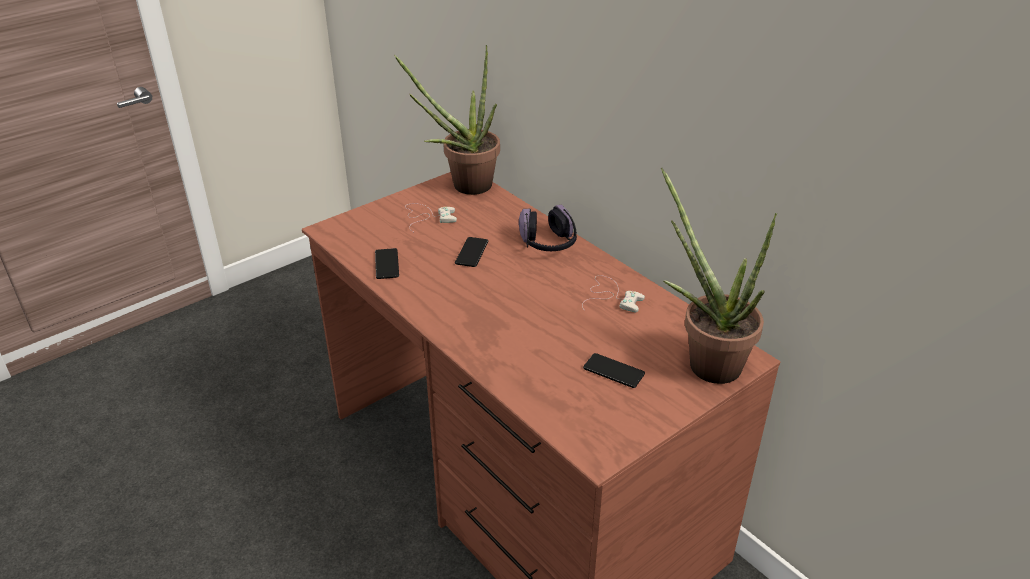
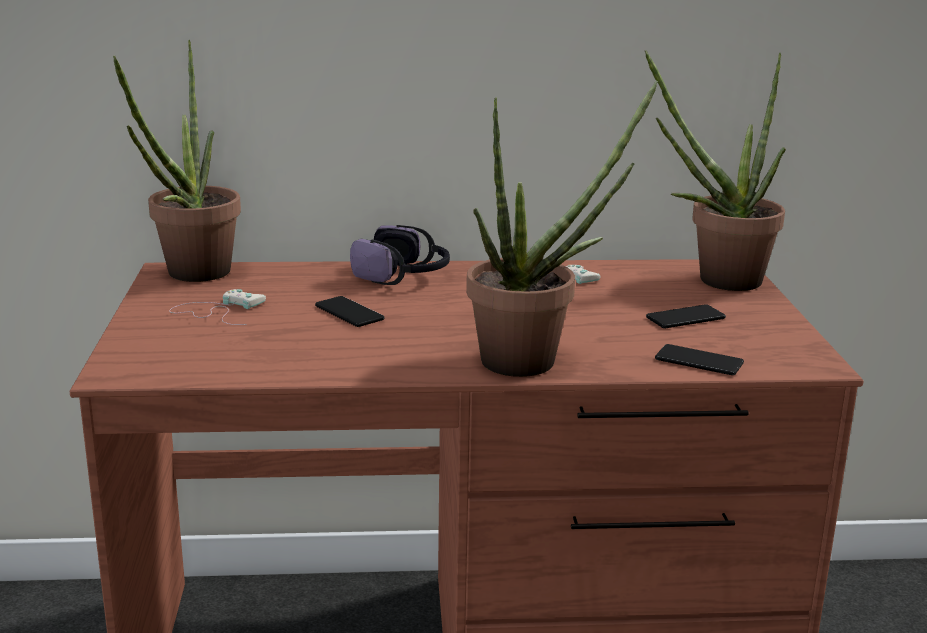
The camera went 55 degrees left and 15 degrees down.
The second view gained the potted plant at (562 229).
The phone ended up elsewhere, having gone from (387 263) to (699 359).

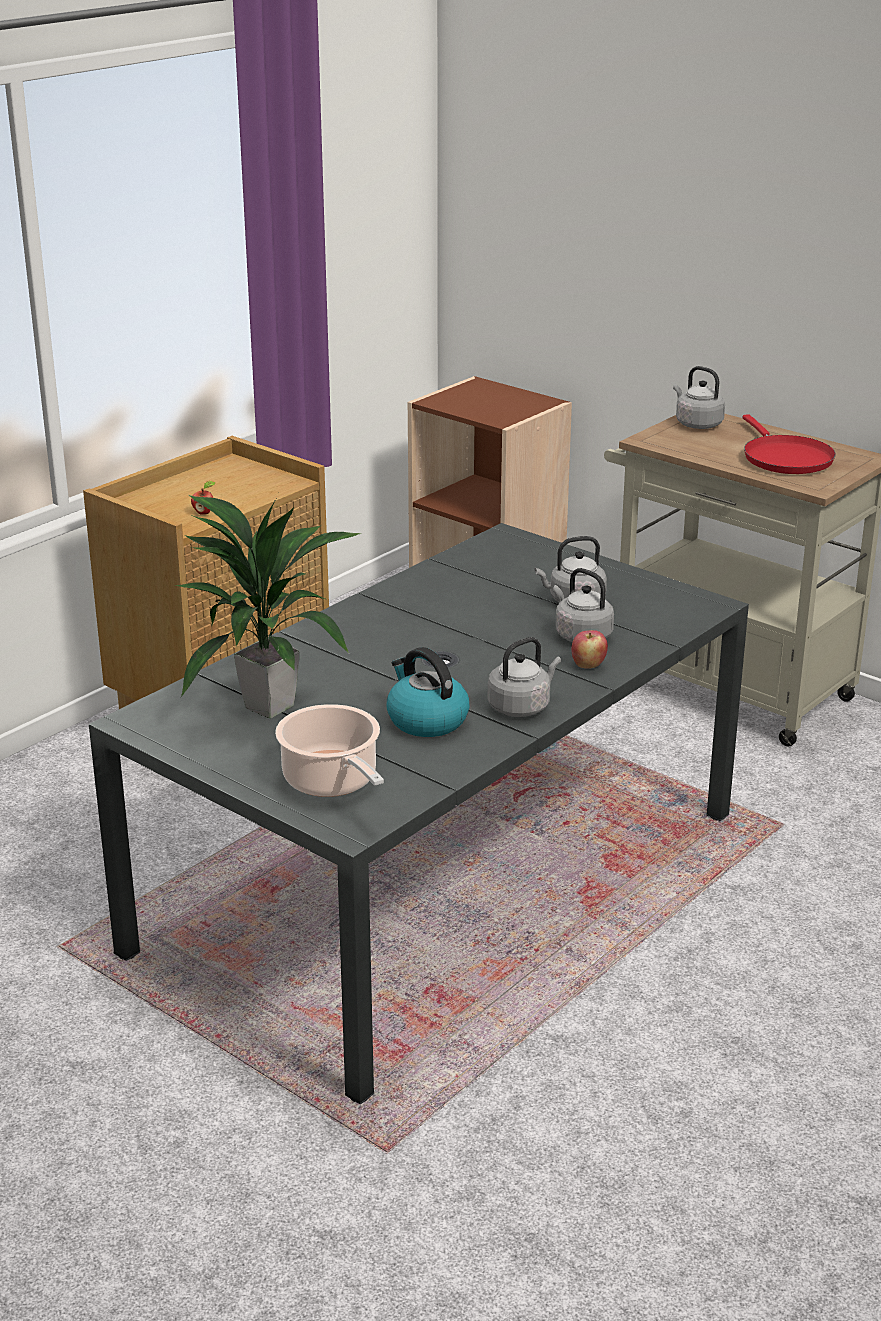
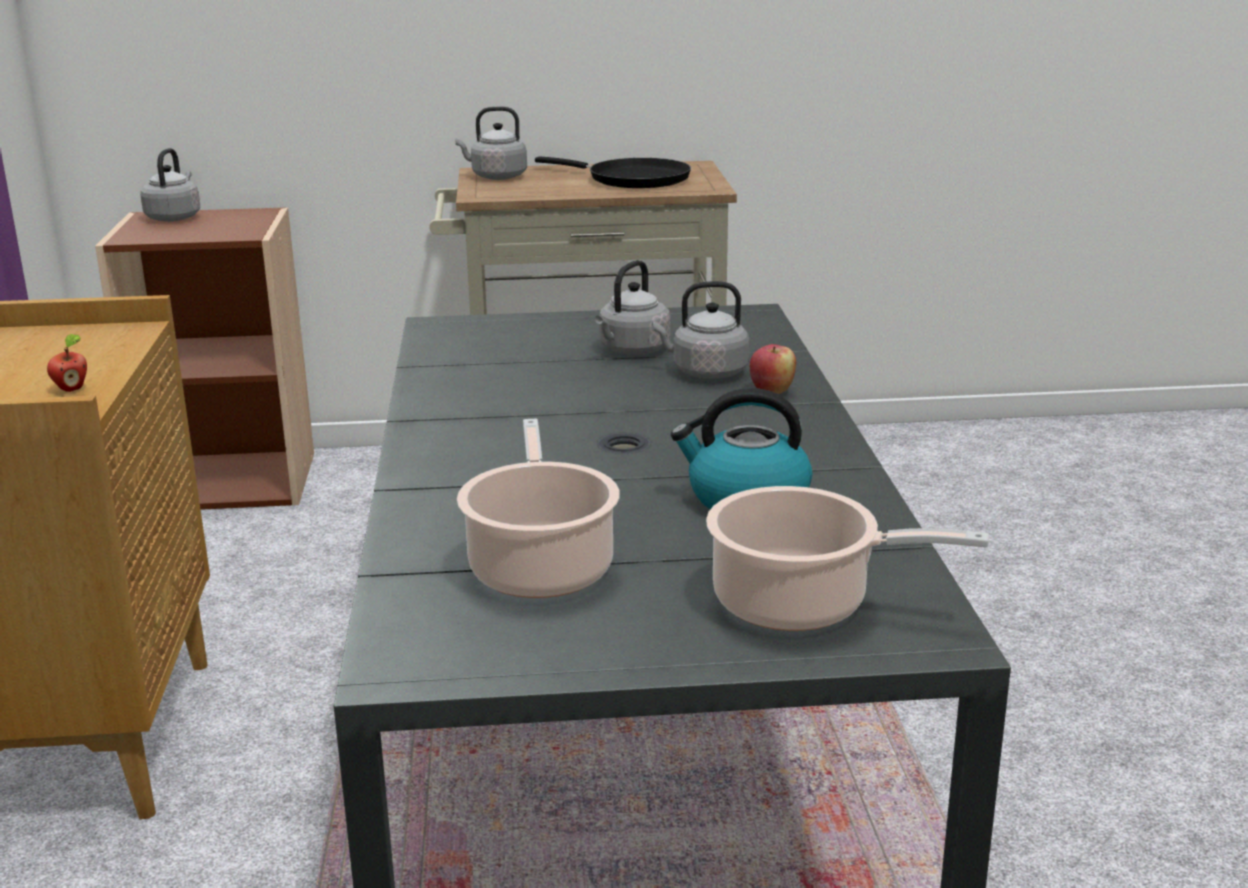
The camera went 45 degrees left and 5 degrees down.
The kettle (grey) ended up elsewhere, having gone from (524 677) to (170 185).
Where the potted plant stood at (268 606), the cooking pot came to stand at (538 508).
What was the frying pan (red) at (789 444) turned into the frying pan (black) at (613 172).

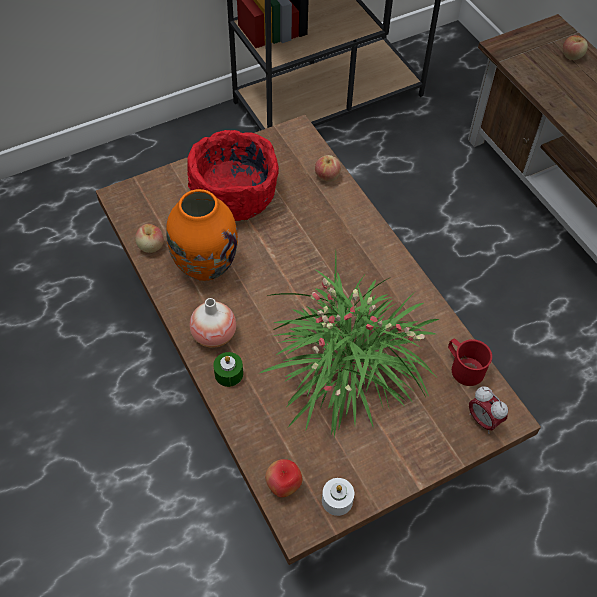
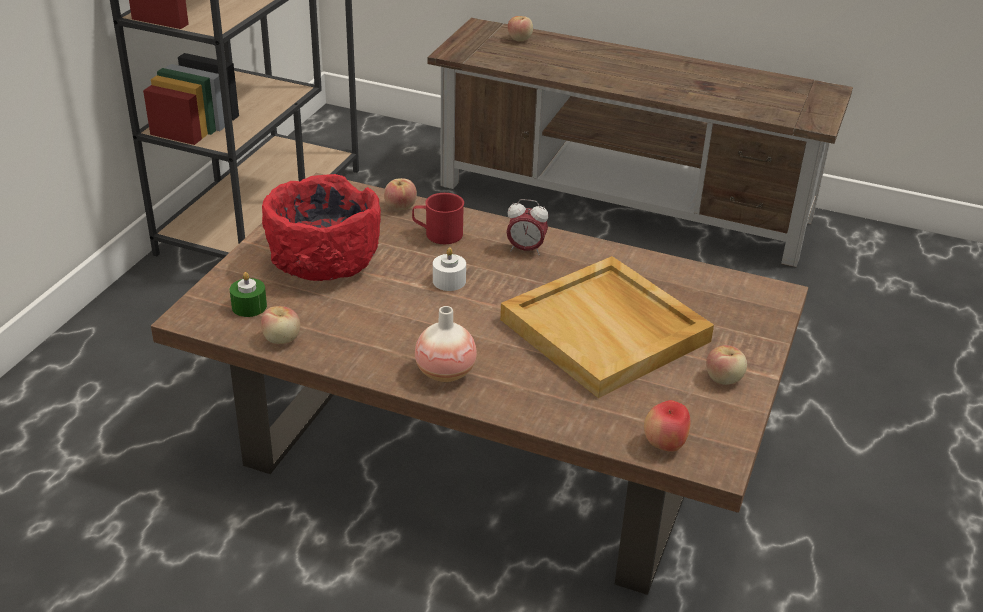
The camera went 40 degrees left and 20 degrees down.
The second view lost the vase (orange) at (202 235).
The second view gained the apple at (726 365).
The candle (green) ended up elsewhere, having gone from (228 369) to (248 294).
The candle (white) ended up elsewhere, having gone from (338 497) to (449 269).
The mug (red) ended up elsewhere, having gone from (470 362) to (438 218).
The alarm clock ended up elsewhere, having gone from (488 410) to (527 227).
Where the potted plant stood at (348 344), the tray (beige) came to stand at (607 327).

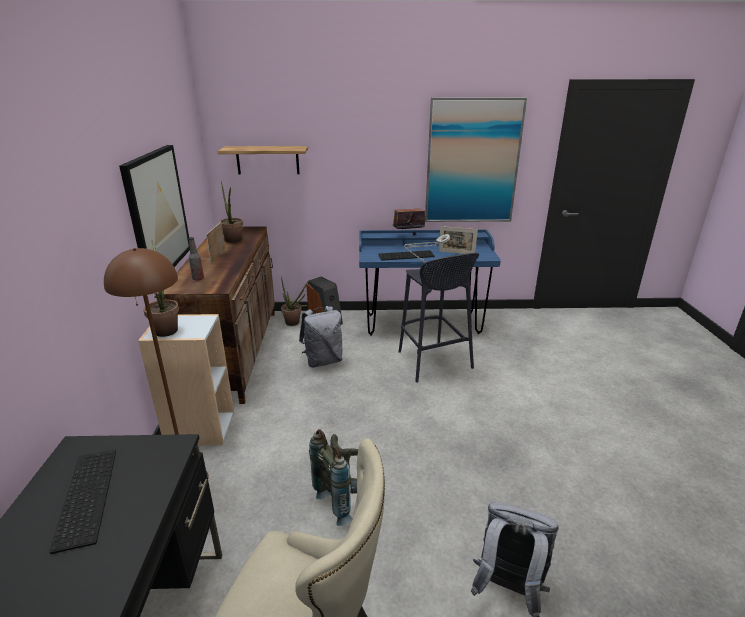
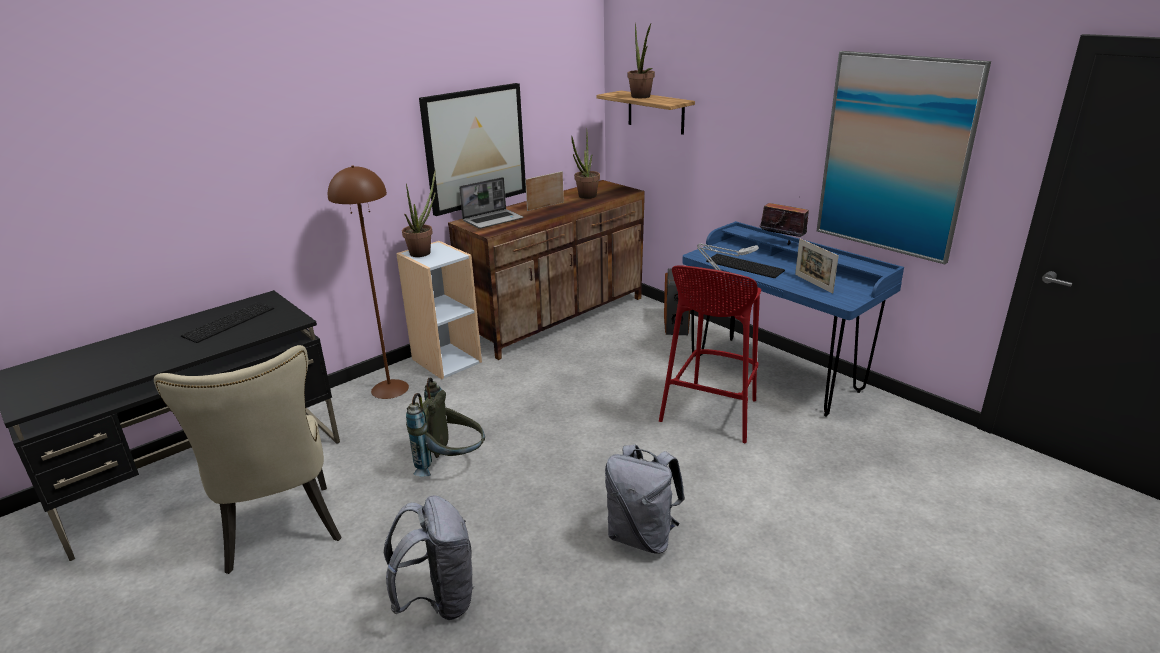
The camera went 50 degrees right and 0 degrees up.
The potted plant ended up elsewhere, having gone from (295 301) to (641 60).
The backpack (grey) ended up elsewhere, having gone from (320 337) to (645 499).
Where the bottle stood at (196 259), the laptop came to stand at (491 203).
What was the stool (grey) at (438 318) turned into the stool (red) at (710 354).

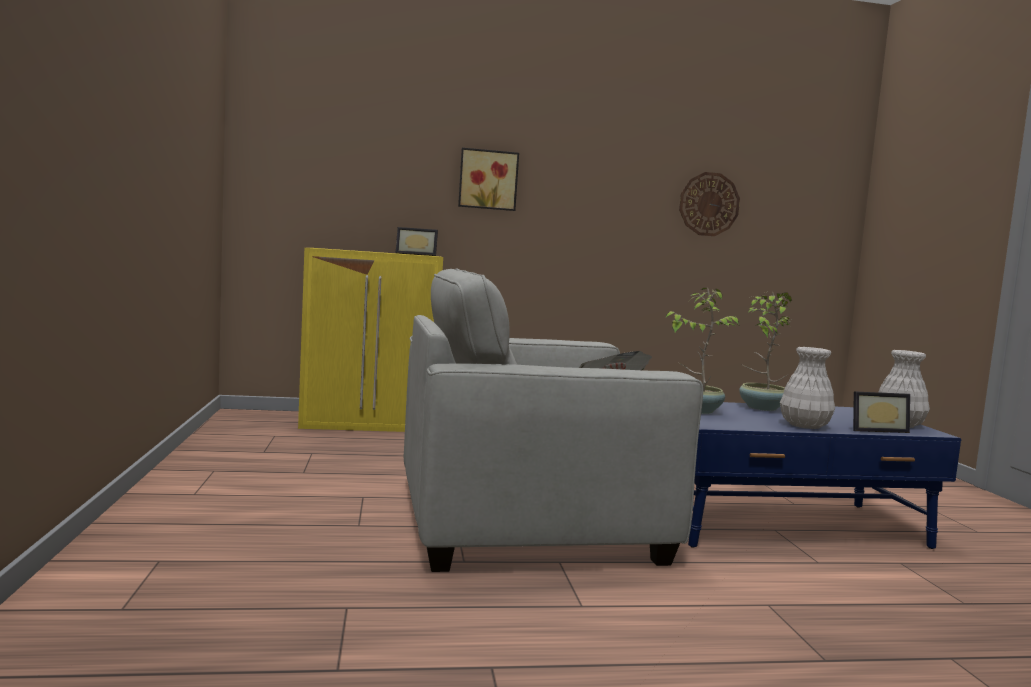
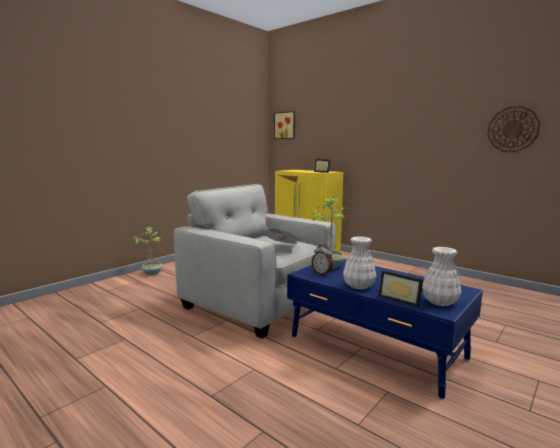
The camera went 50 degrees right and 5 degrees up.
The second view gained the alarm clock at (322 260).
The picture ended up elsewhere, having gone from (488 179) to (284 125).
The potted plant ended up elsewhere, having gone from (765 351) to (148 250).

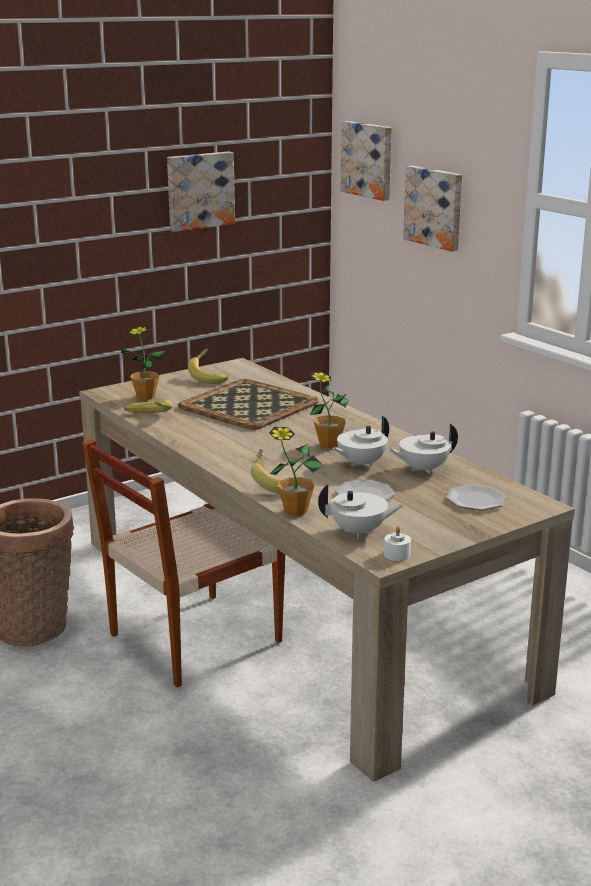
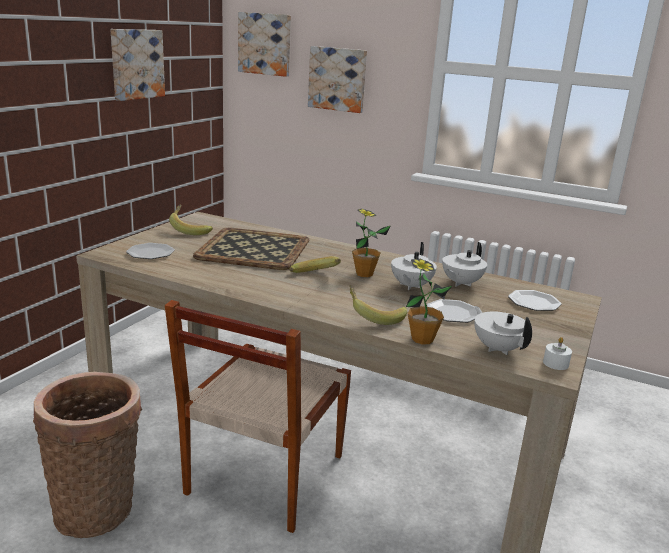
The camera went 30 degrees left and 0 degrees up.
The banana ended up elsewhere, having gone from (148 406) to (315 264).
Where the potted plant stood at (143 363), the plate came to stand at (150 251).
The teapot (white) at (361 512) ended up facing another way, 90 degrees counterclockwise from before.

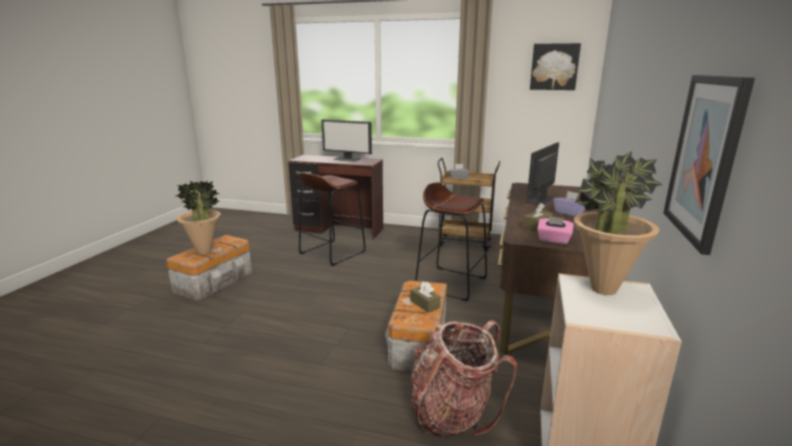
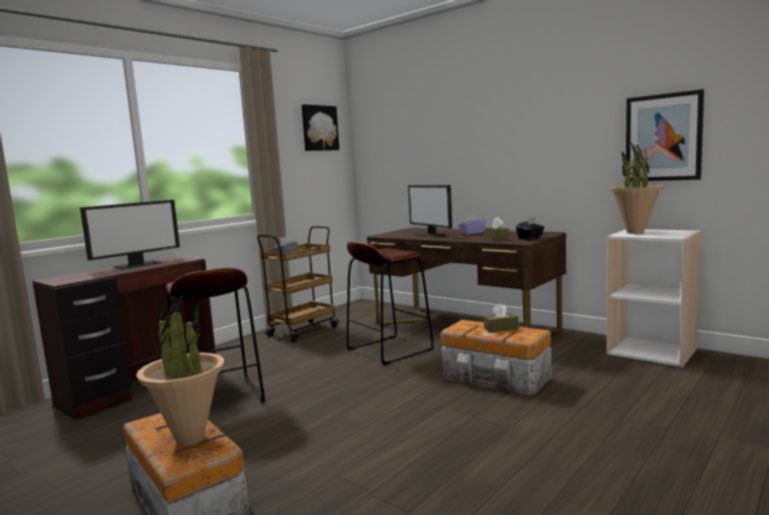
The camera went 65 degrees left and 10 degrees down.
The second view lost the backpack at (463 379).
What was the tissue box (pink) at (555 230) turned into the tissue box (black) at (530 228).

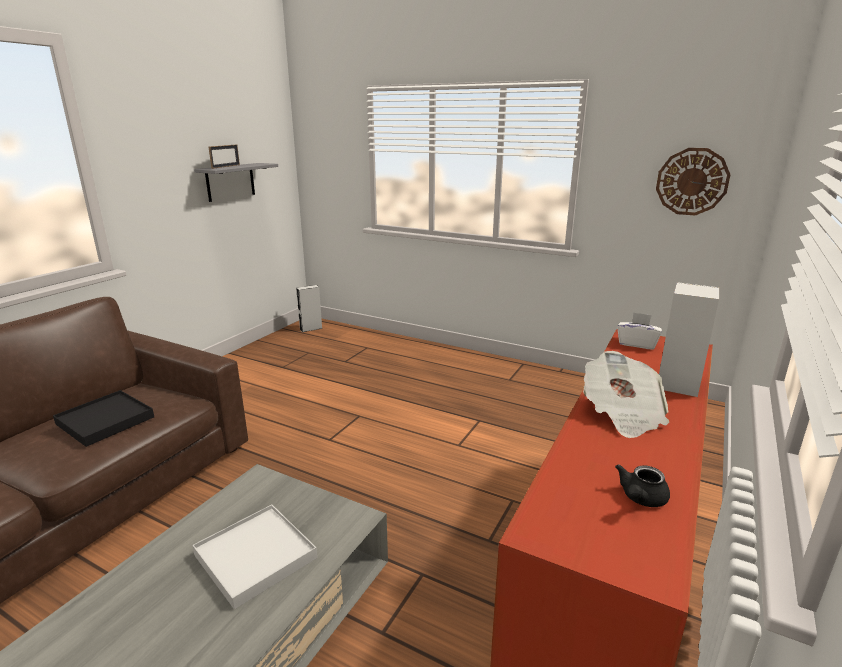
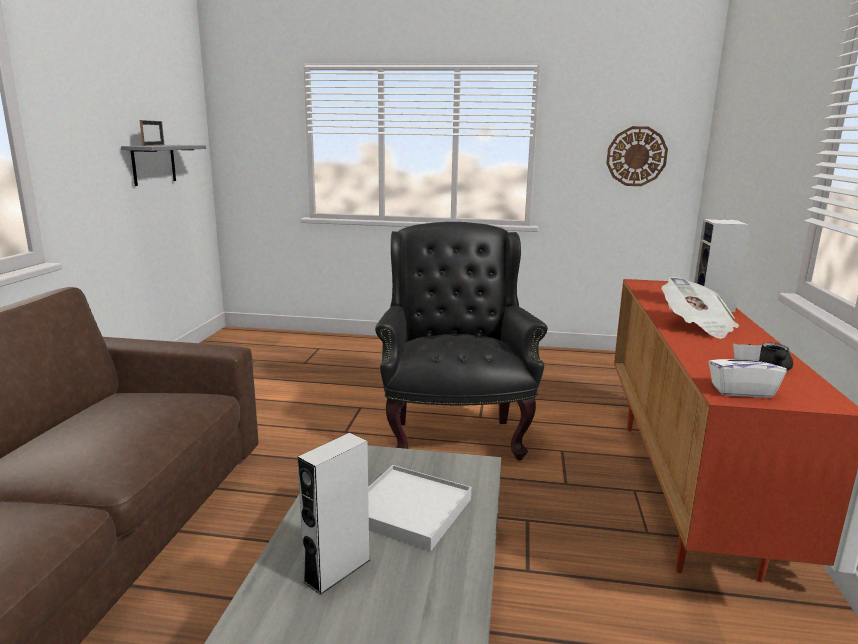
The camera went 20 degrees left and 5 degrees down.
The second view lost the tray (black) at (103 418).
The second view gained the armchair (black) at (461 341).
The speaker (grey) ended up elsewhere, having gone from (309 308) to (334 514).
The tissue box (white) ended up elsewhere, having gone from (639 331) to (747 370).

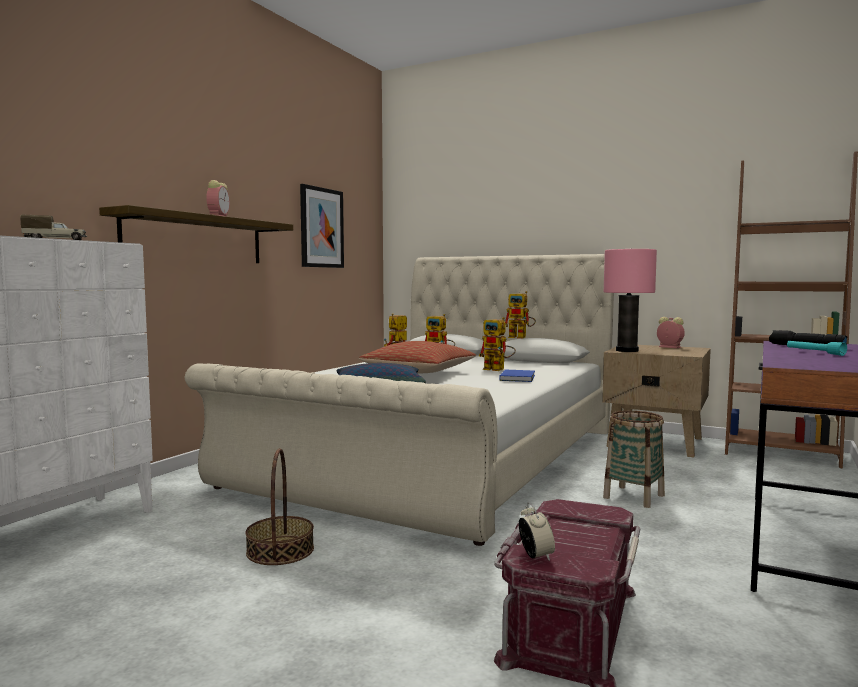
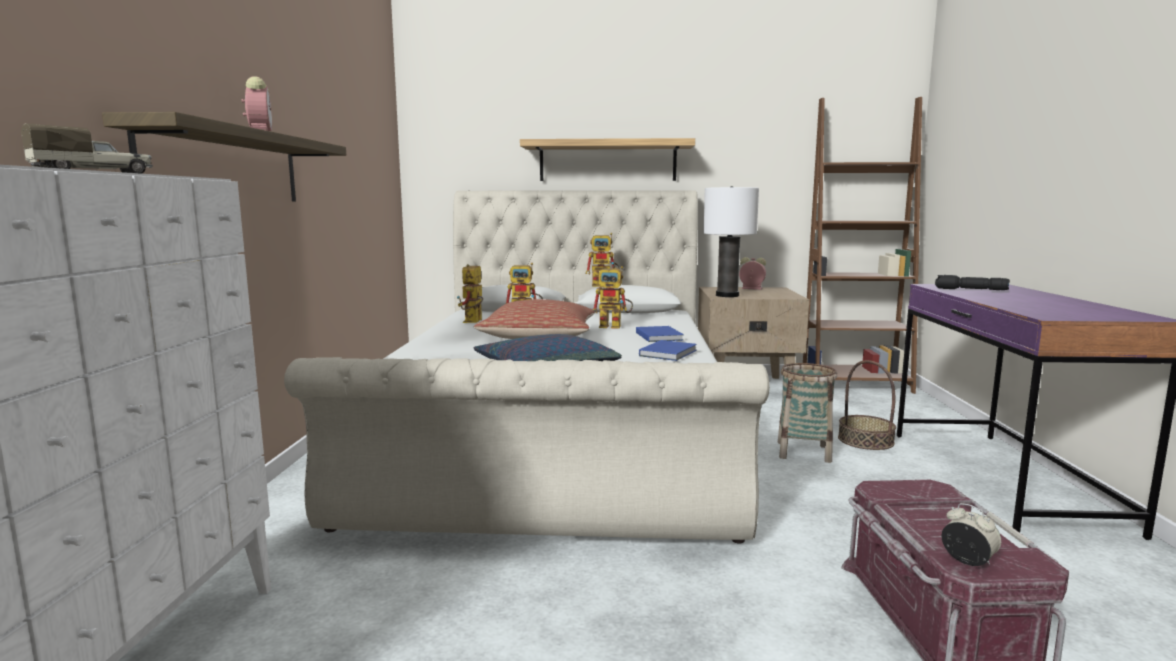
The camera went 25 degrees left and 5 degrees up.
The second view lost the picture at (322 226).
The second view lost the flashlight (turquoise) at (817 348).
The second view gained the shelf at (607 159).
The second view gained the book (blue) at (668 350).
The basket ended up elsewhere, having gone from (279 506) to (867 405).
What was the table lamp (pink) at (630 300) turned into the table lamp (white) at (731 241).

